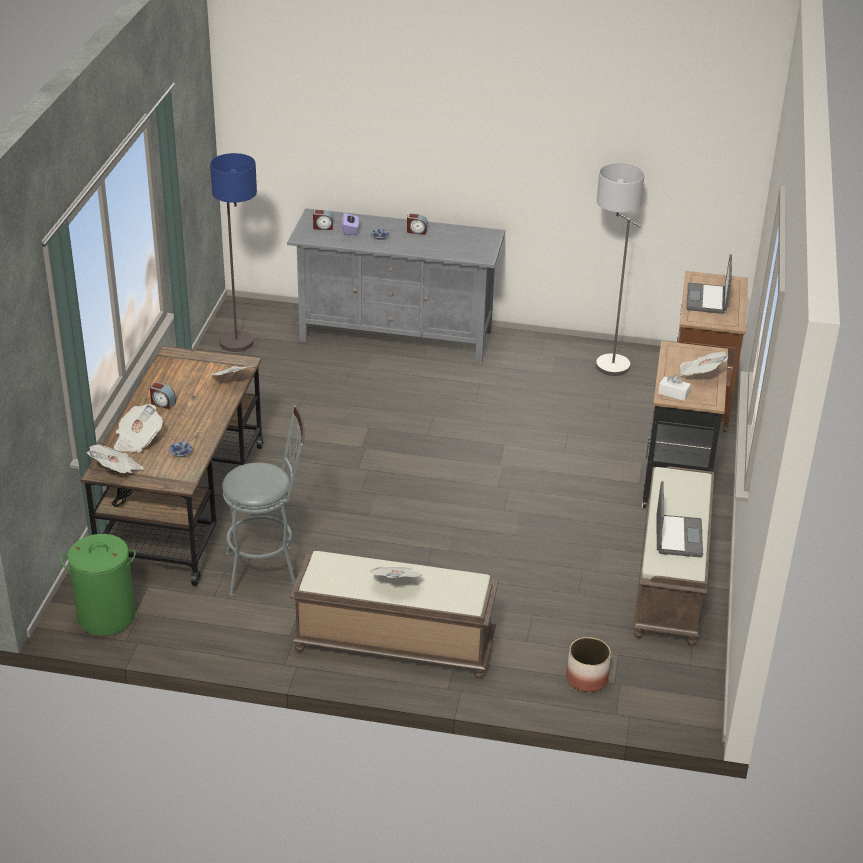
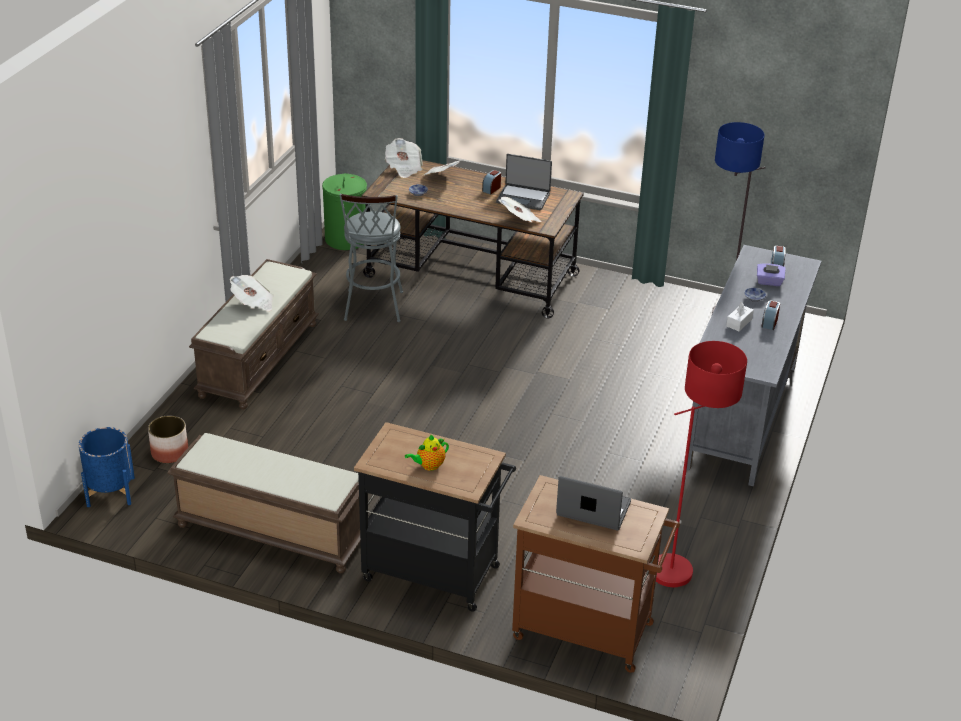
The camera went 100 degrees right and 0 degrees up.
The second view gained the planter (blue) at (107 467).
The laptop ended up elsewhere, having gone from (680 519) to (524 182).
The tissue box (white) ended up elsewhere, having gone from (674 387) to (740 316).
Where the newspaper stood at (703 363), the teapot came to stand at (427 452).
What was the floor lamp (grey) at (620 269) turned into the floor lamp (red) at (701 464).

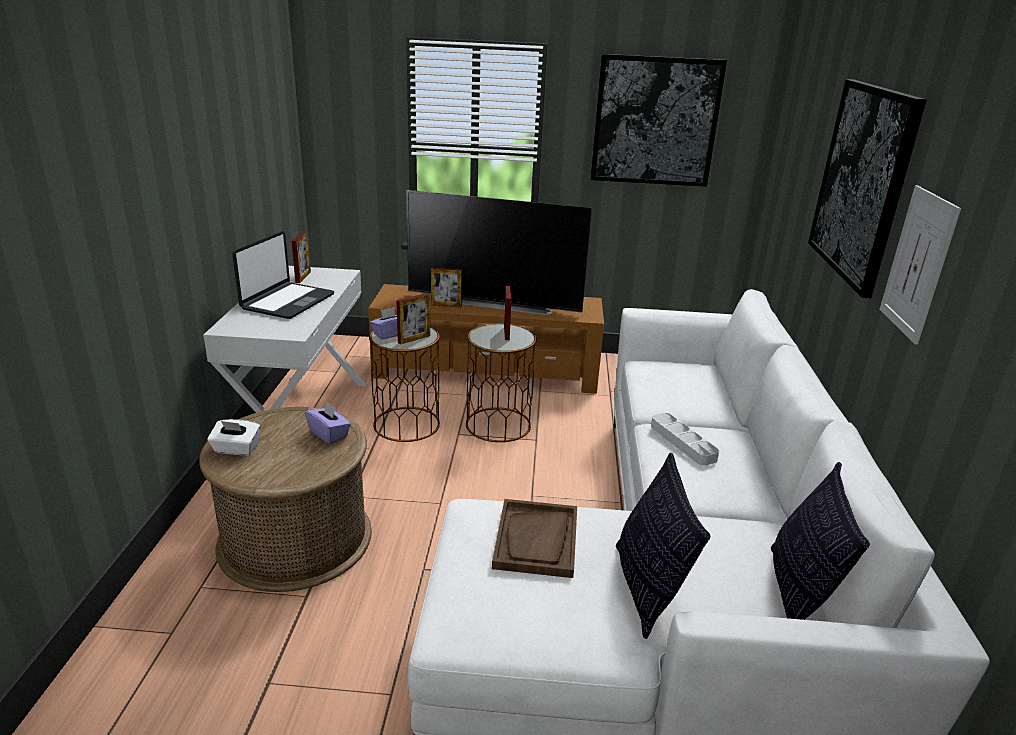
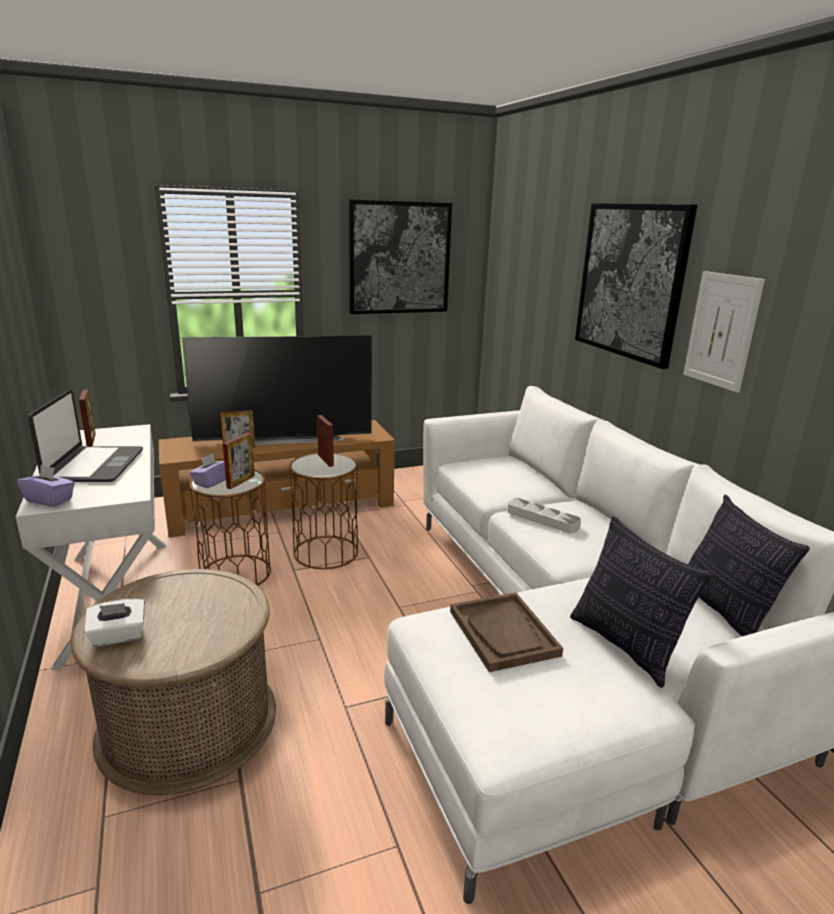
The camera went 25 degrees left and 5 degrees down.
The tissue box (purple) ended up elsewhere, having gone from (328 422) to (46 486).

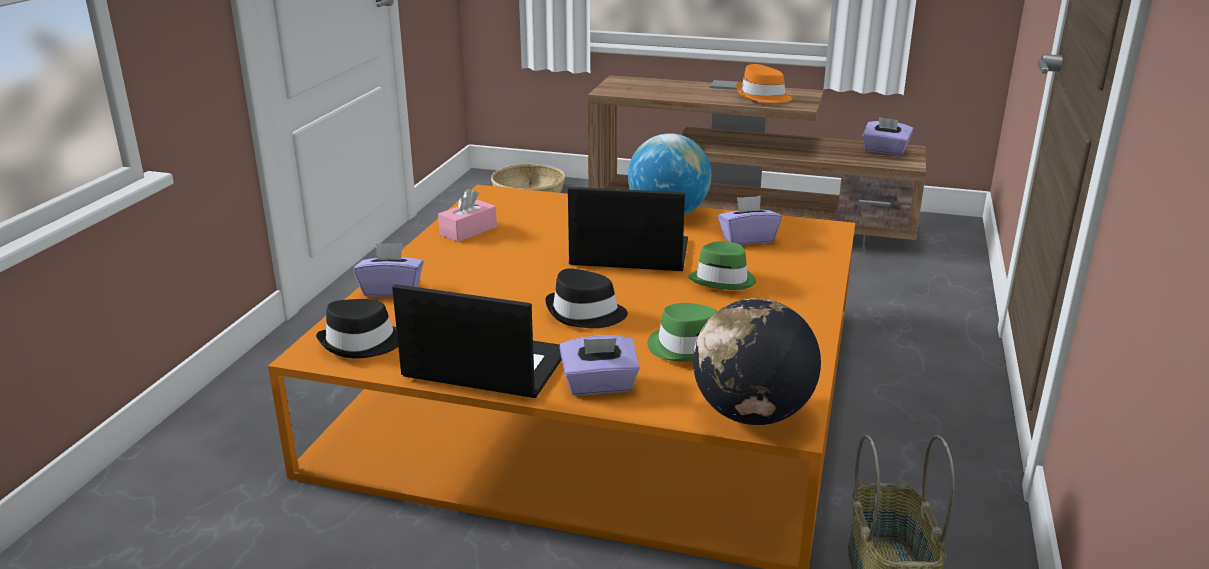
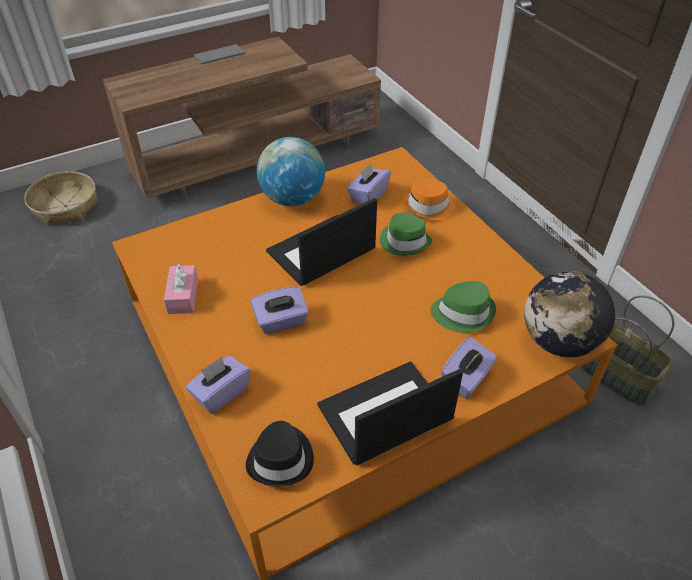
The camera went 45 degrees left and 20 degrees up.
The second view lost the hat (black) at (586 298).
The hat (orange) ended up elsewhere, having gone from (764 83) to (429 199).
The tissue box (purple) ended up elsewhere, having gone from (887 136) to (279 310).

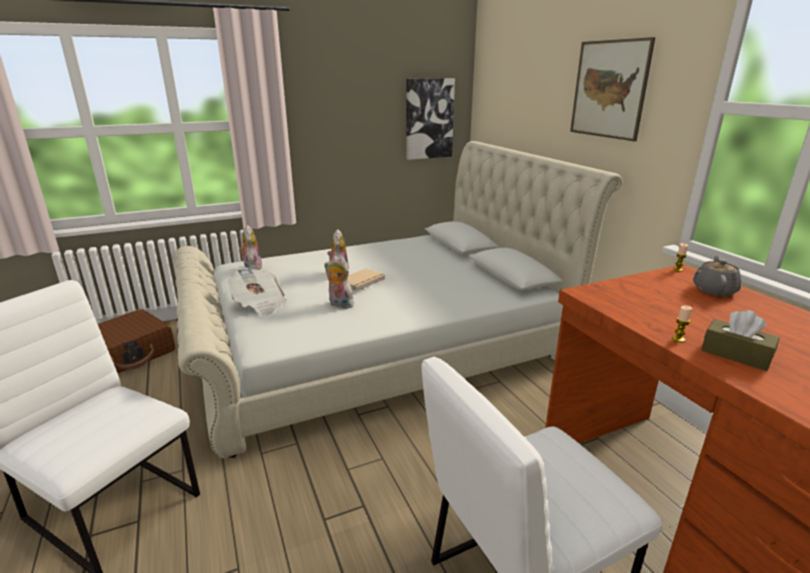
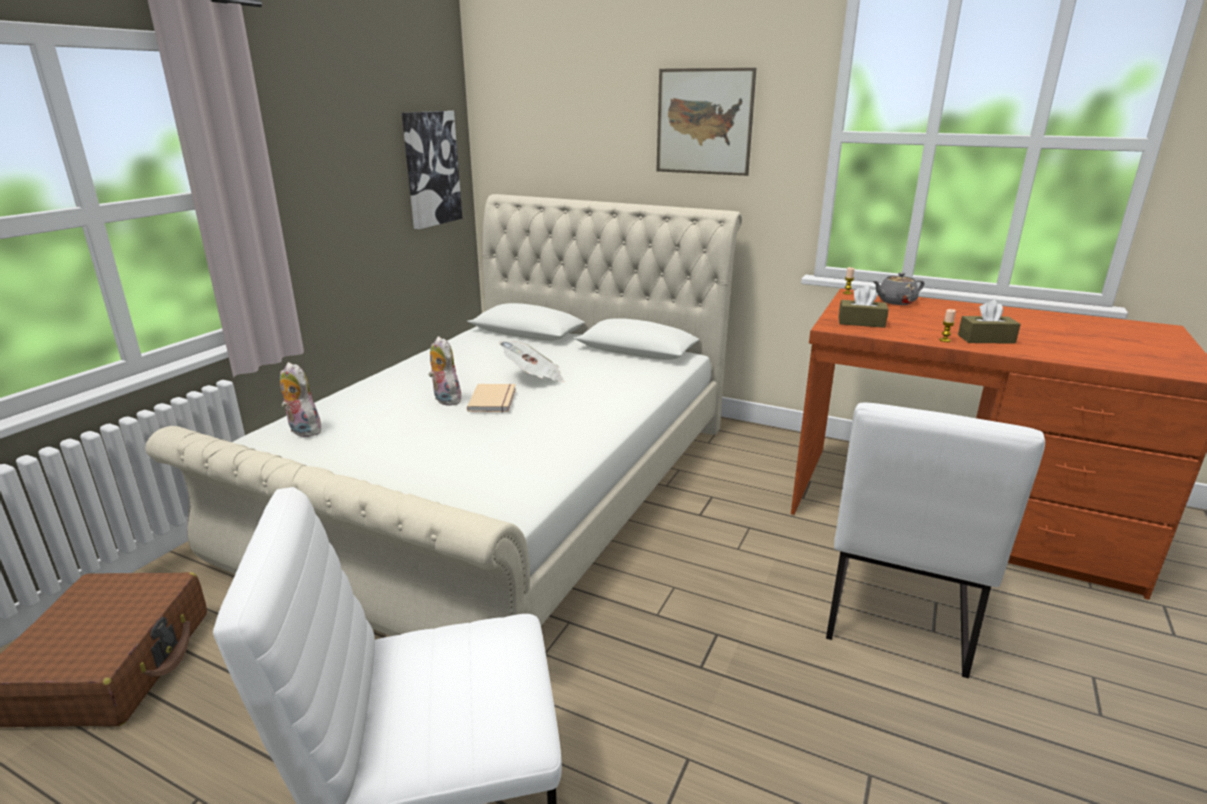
The camera went 40 degrees left and 0 degrees up.
The second view lost the plush toy at (339 282).
The second view gained the tissue box (brown) at (864 307).
The newspaper ended up elsewhere, having gone from (257 292) to (531 361).
The teapot (grey) at (717 275) ended up facing another way, 90 degrees counterclockwise from before.

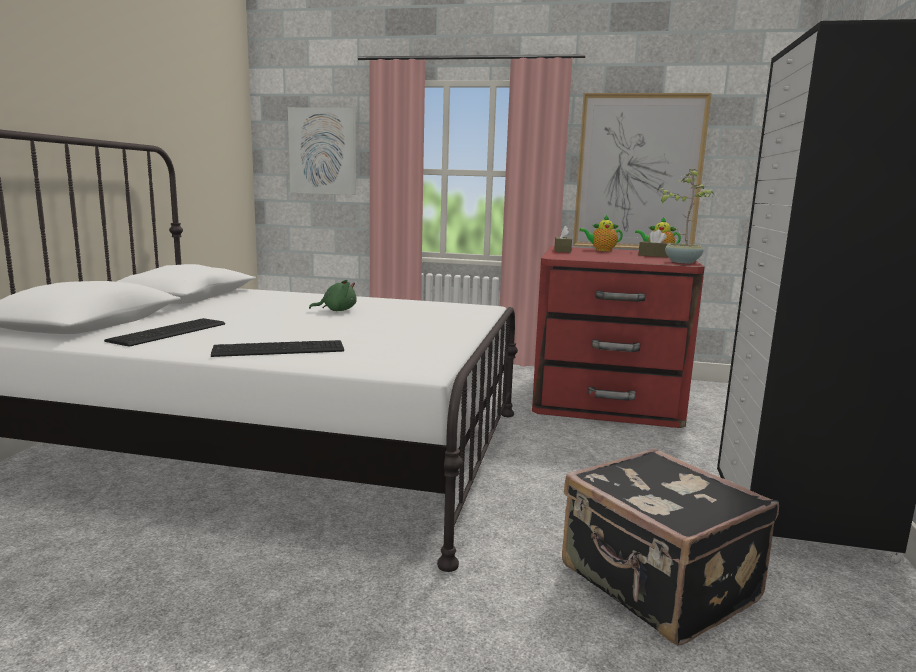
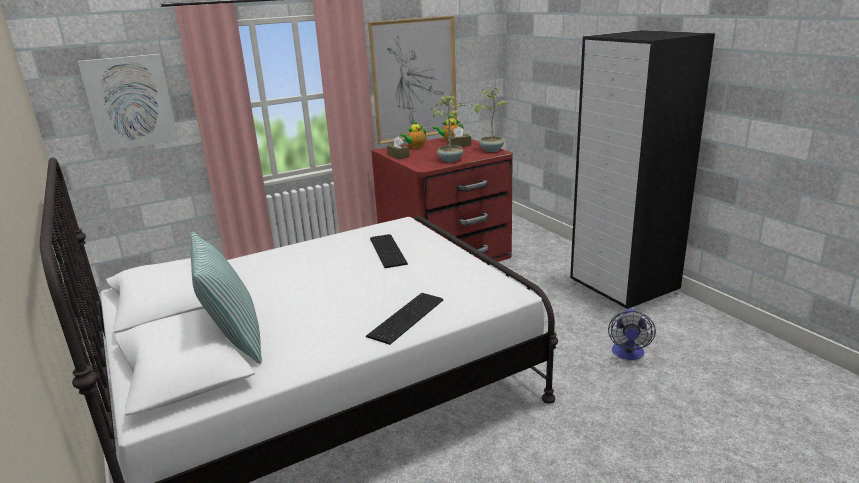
The camera went 40 degrees left and 10 degrees up.
The second view lost the plush toy (green) at (333 295).
The second view gained the pillow at (226 298).
The second view gained the potted plant at (449 128).
The keyboard ended up elsewhere, having gone from (164 332) to (389 251).
Where the suitcase (black) stood at (670 547), the fan came to stand at (632 334).

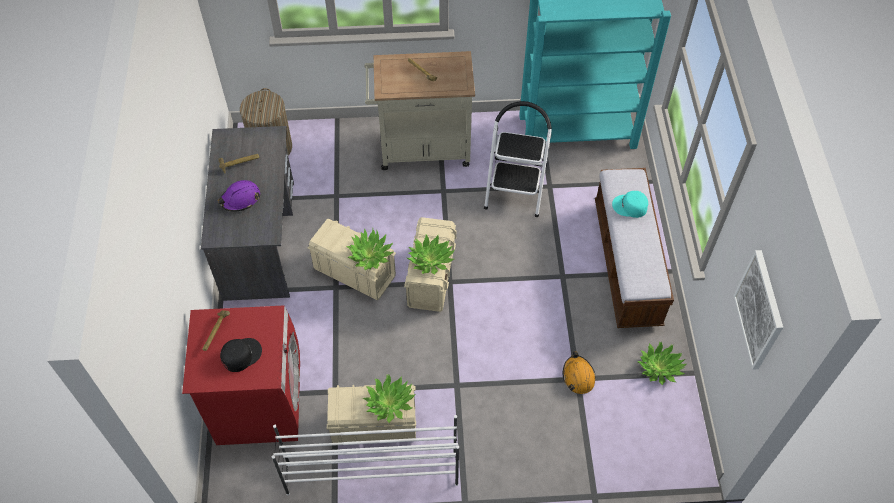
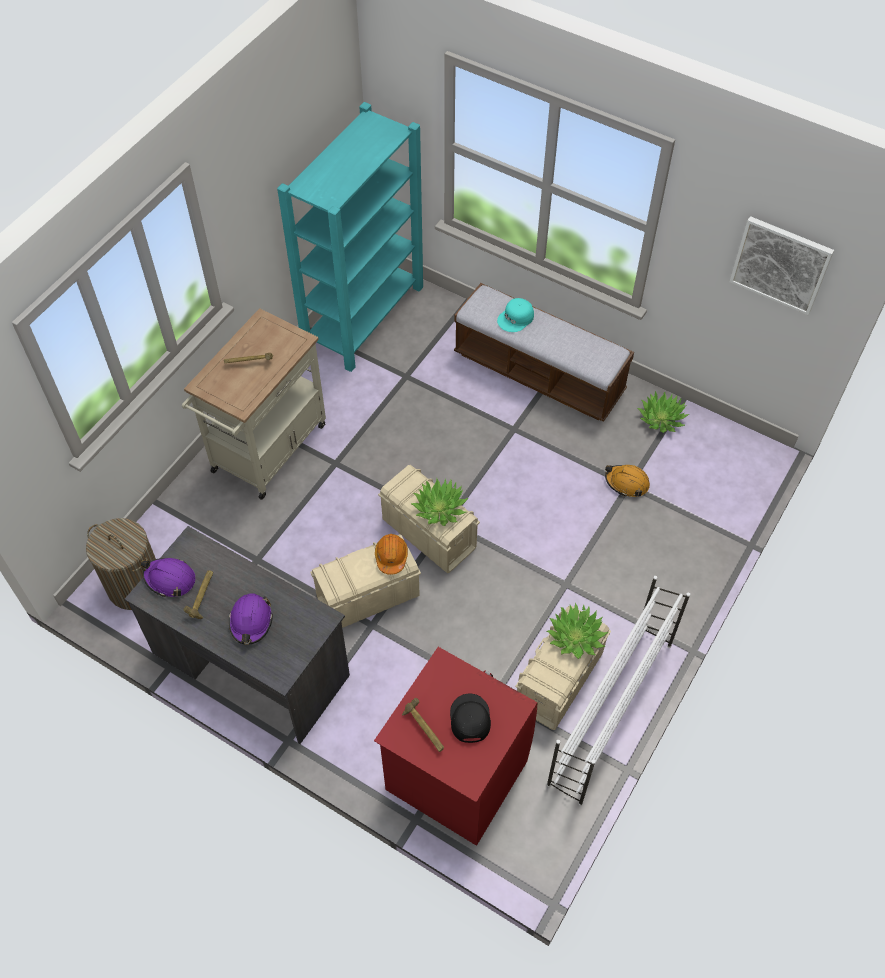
The camera went 55 degrees left and 0 degrees up.
The second view lost the step ladder at (518 159).
The second view gained the hard hat (purple) at (168 577).
Where the potted plant stood at (369 249), the hard hat (orange) came to stand at (391 554).

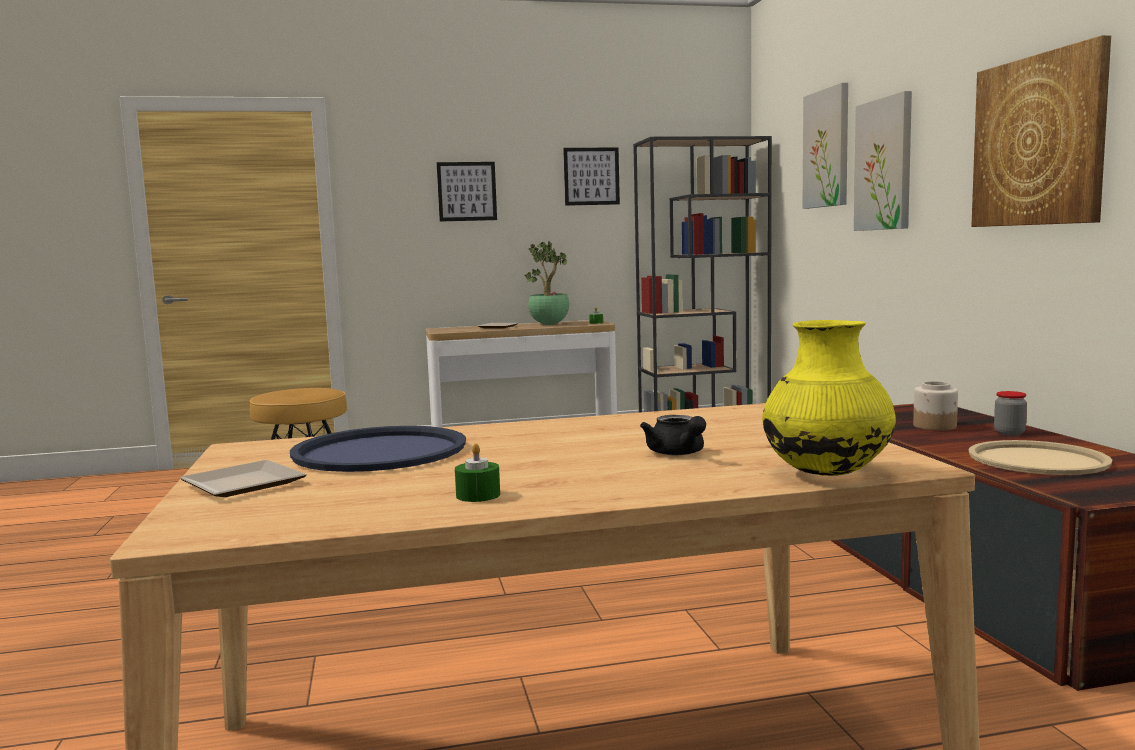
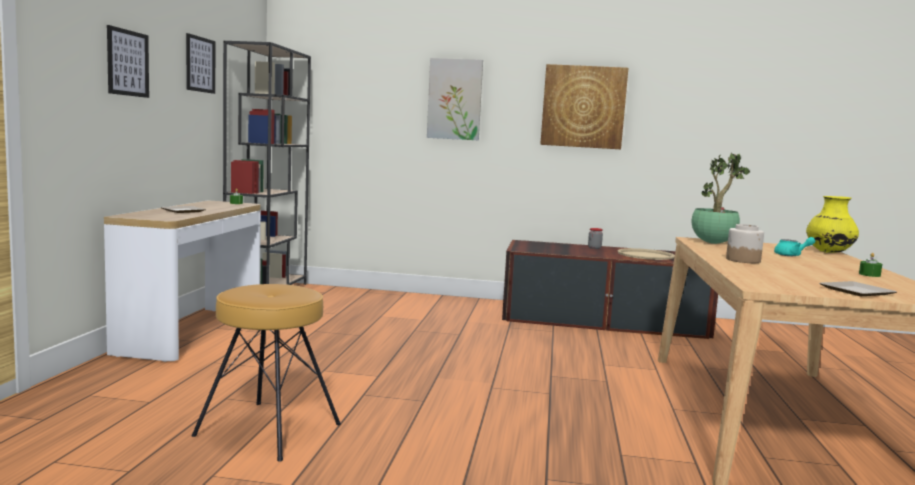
The camera went 70 degrees left and 0 degrees up.
The second view lost the tray (blue) at (378 449).
The second view lost the picture at (825 146).
The potted plant ended up elsewhere, having gone from (547 283) to (721 198).
The jar ended up elsewhere, having gone from (935 406) to (745 243).
What was the teapot (black) at (673 435) turned into the teapot (turquoise) at (794 246).

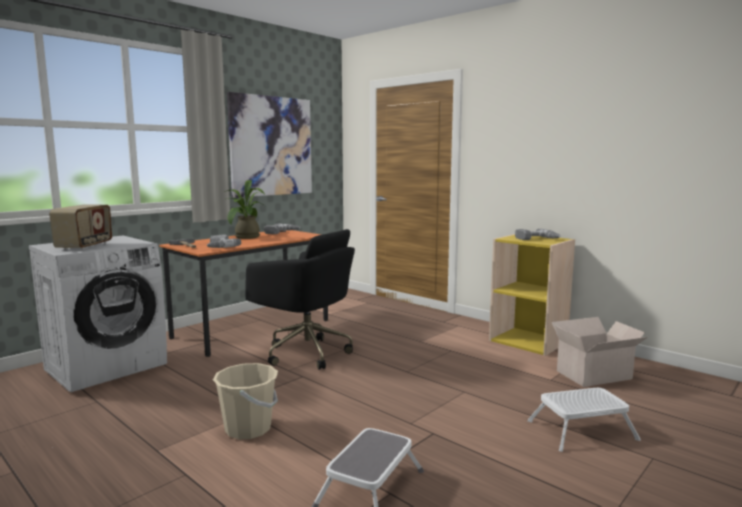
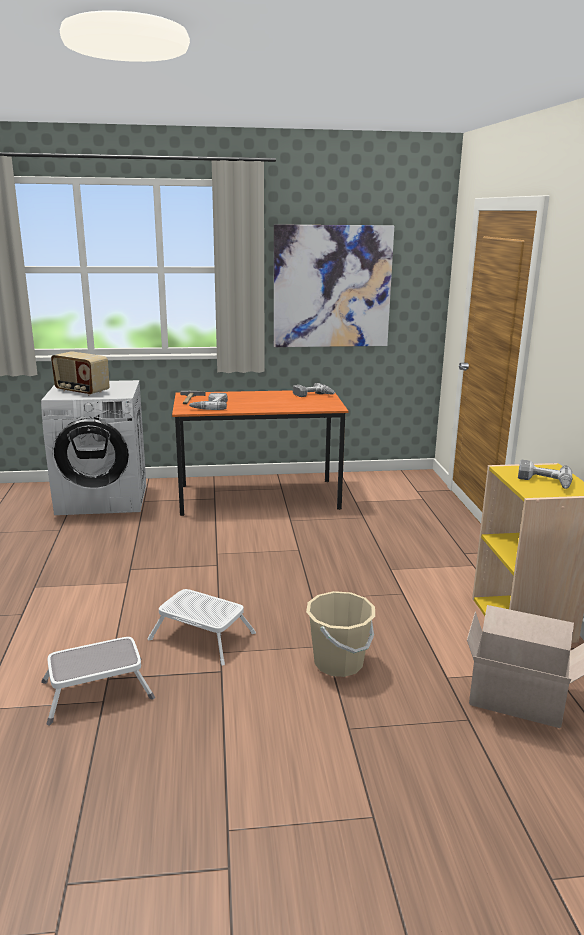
The camera went 40 degrees right and 10 degrees up.
The second view lost the potted plant at (244 209).
The second view lost the office chair (black) at (300 299).
The bucket (beige) ended up elsewhere, having gone from (245 401) to (340 634).
The step ladder (white) ended up elsewhere, having gone from (584 420) to (202 627).
The radio at (80 227) ended up facing another way, 75 degrees clockwise from before.

